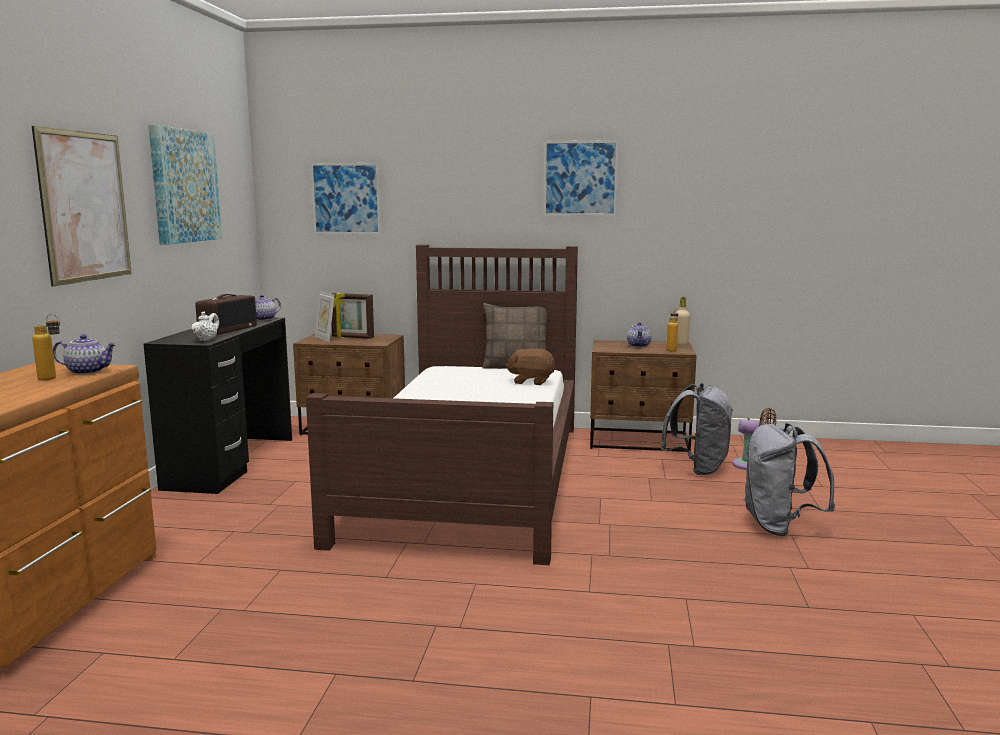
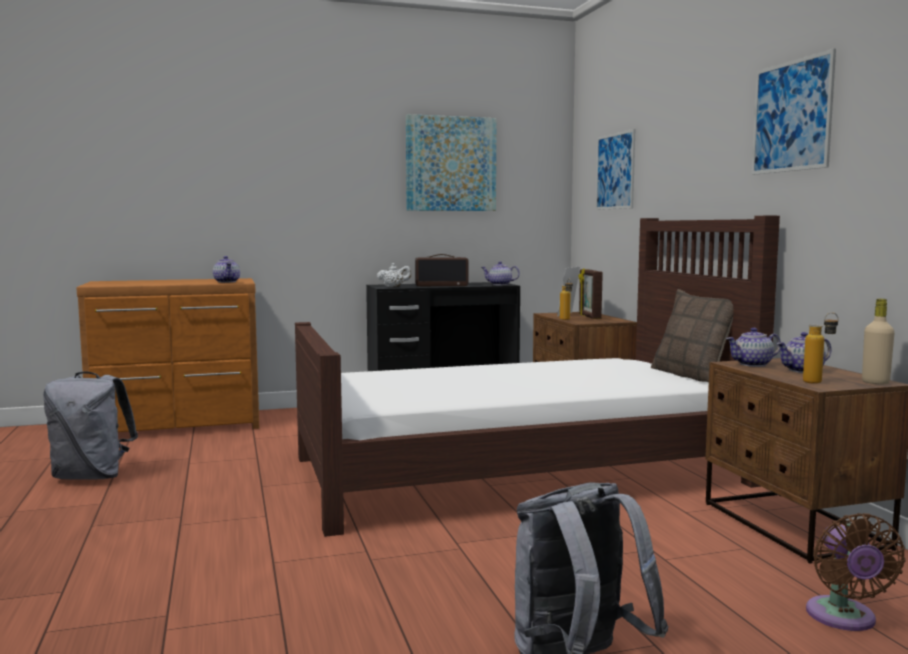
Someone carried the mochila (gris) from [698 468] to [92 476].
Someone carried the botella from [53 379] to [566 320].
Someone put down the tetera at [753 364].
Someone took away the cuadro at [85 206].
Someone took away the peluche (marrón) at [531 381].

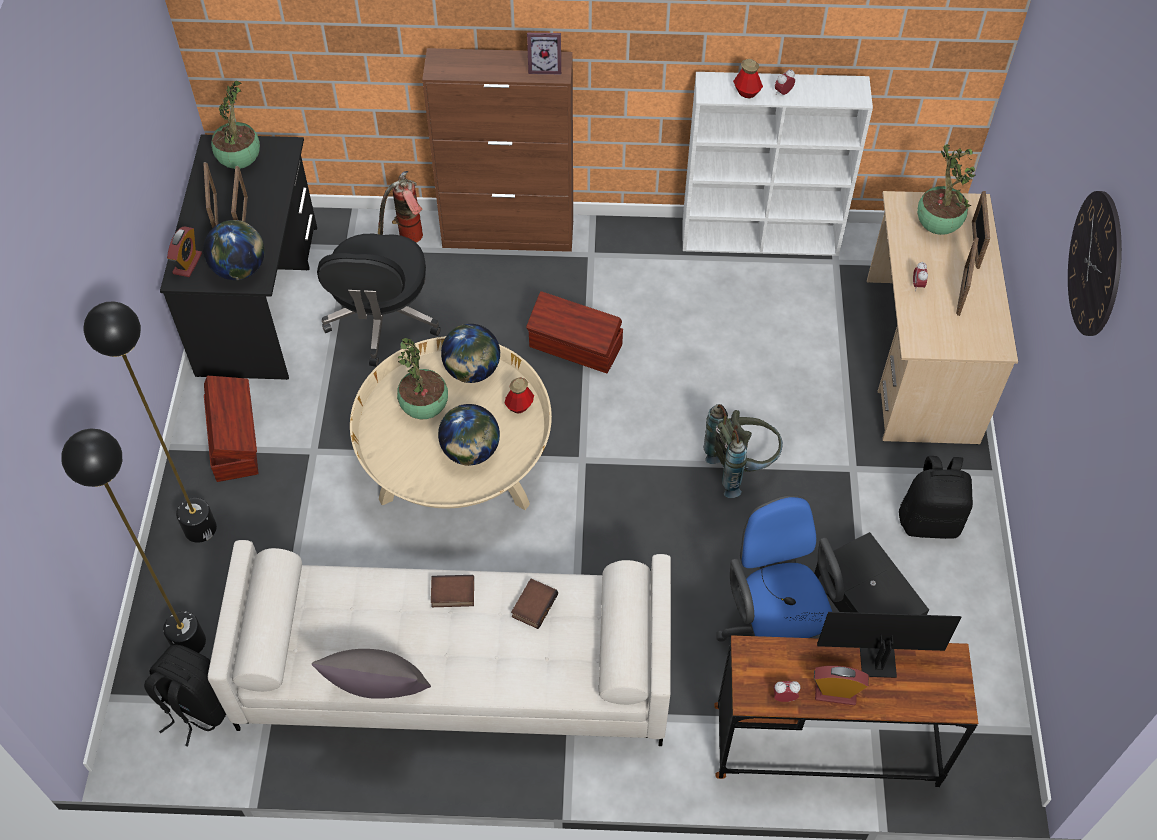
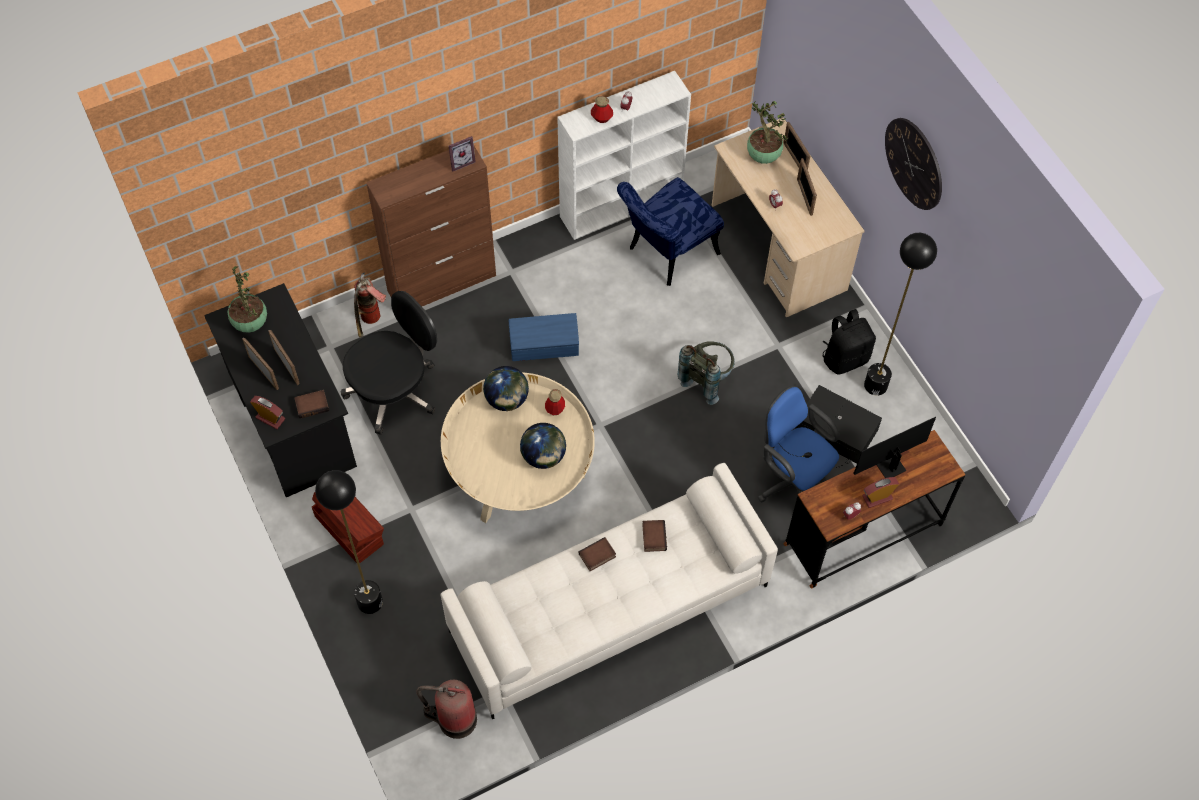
Someone rotated the despertador at [187 263] by 45 degrees counterclockwise.
Someone swapped the globo terráqueo at [240 270] for the libro at [312 405].
Someone rotated the silla de oficina (negro) at [383 320] by 105 degrees counterclockwise.
Someone swapped the mochila (negro) at [196 707] for the extintor at [454 719].
Someone repainted the caja de almacenaje (marrón) at [576 347], which became the caja de almacenaje (azul) at [545 346].
Someone put down the silla (azul) at [666 253].
Someone carried the lámpara de pie (negro) from [188 642] to [875 385].
Someone took away the cojín (gris) at [379 694].
Someone took away the planta en maceta at [425 409].

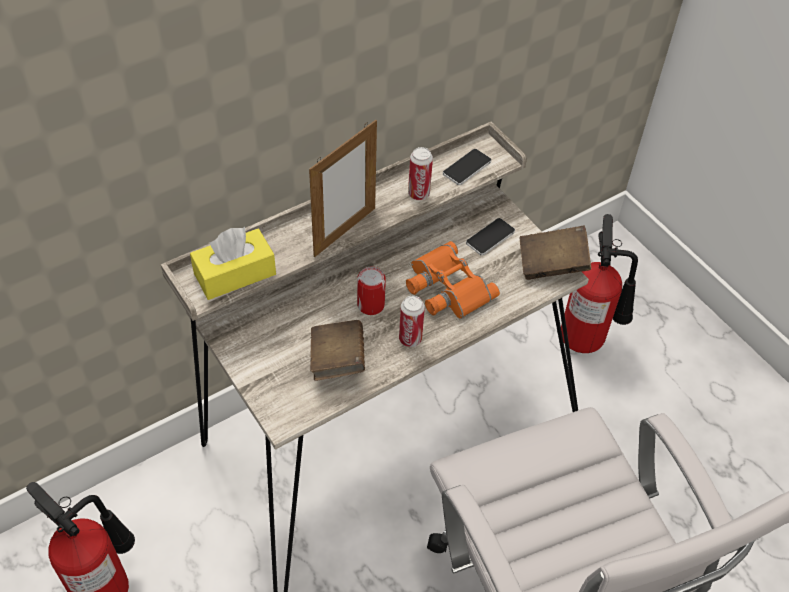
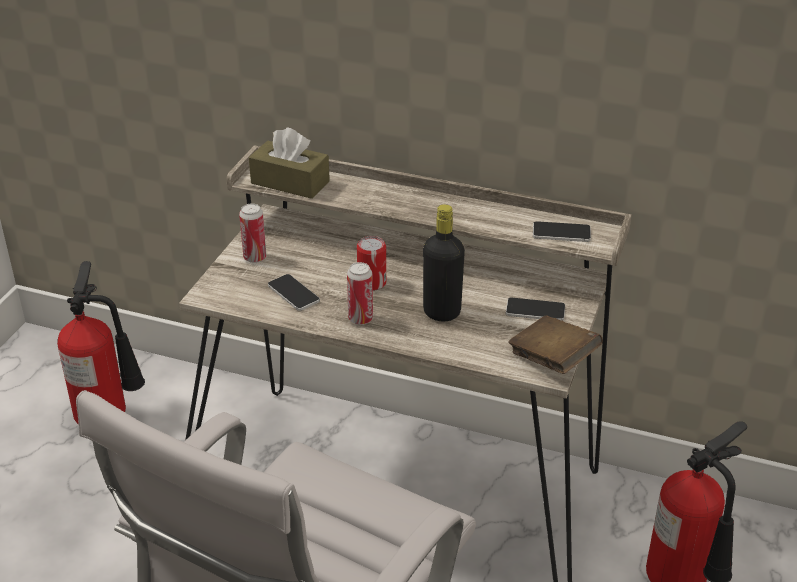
Someone carried the lata from [418 194] to [255 257].
Someone repainted the caja de pañuelos (amarillo) at [235 274], which became the caja de pañuelos (marrón) at [290 182].
Someone swapped the libro (marrón) at [337 361] for the móvil at [293 293].
Someone swapped the prismáticos (naranja) at [446 288] for the botella (negro) at [442 312].
Someone took away the portarretratos at [344 232].

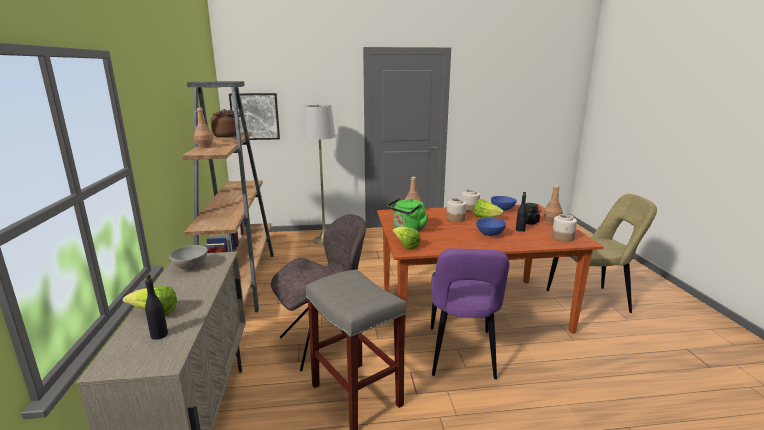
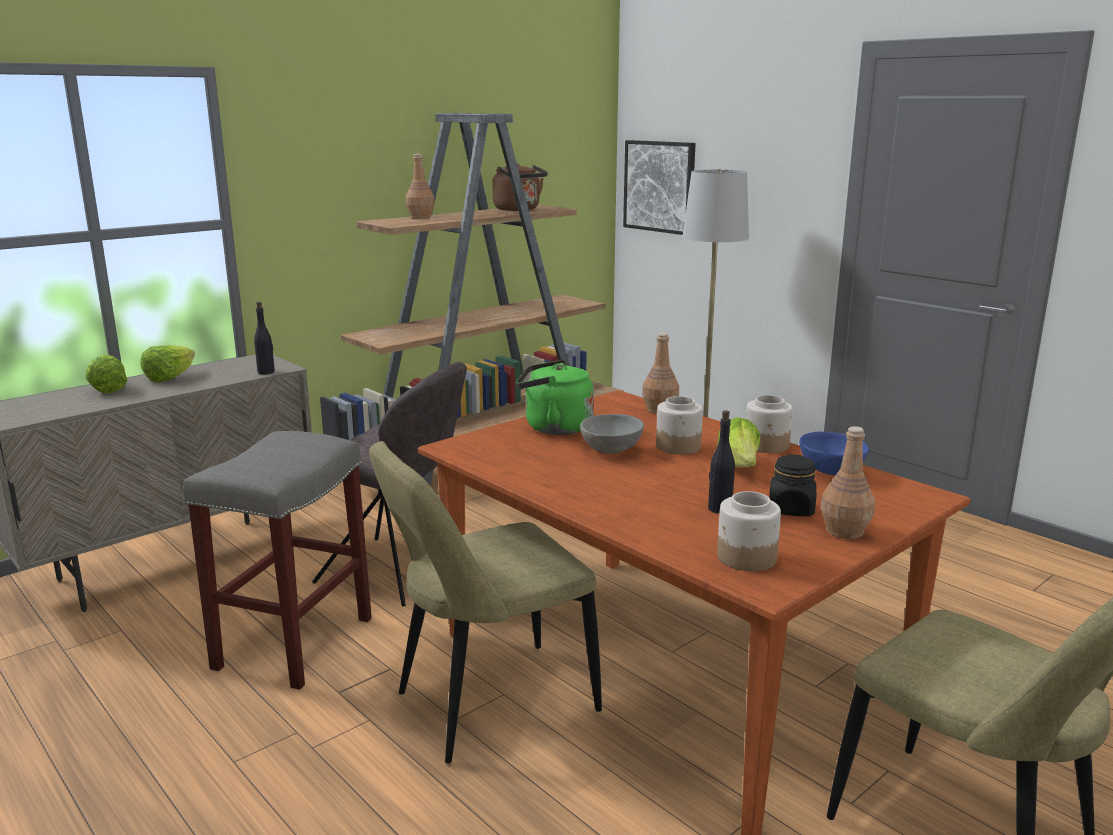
Someone carried the lechuga from [405 246] to [170 378].
Someone carried the botella (negro) from [159 335] to [266 372].
Someone repainted the silla (morado) at [461 355], which became the silla (beis) at [488 704].
Someone carried the cuenco (gris) from [191 267] to [612 451].
Someone took away the cuenco (azul) at [490 234].

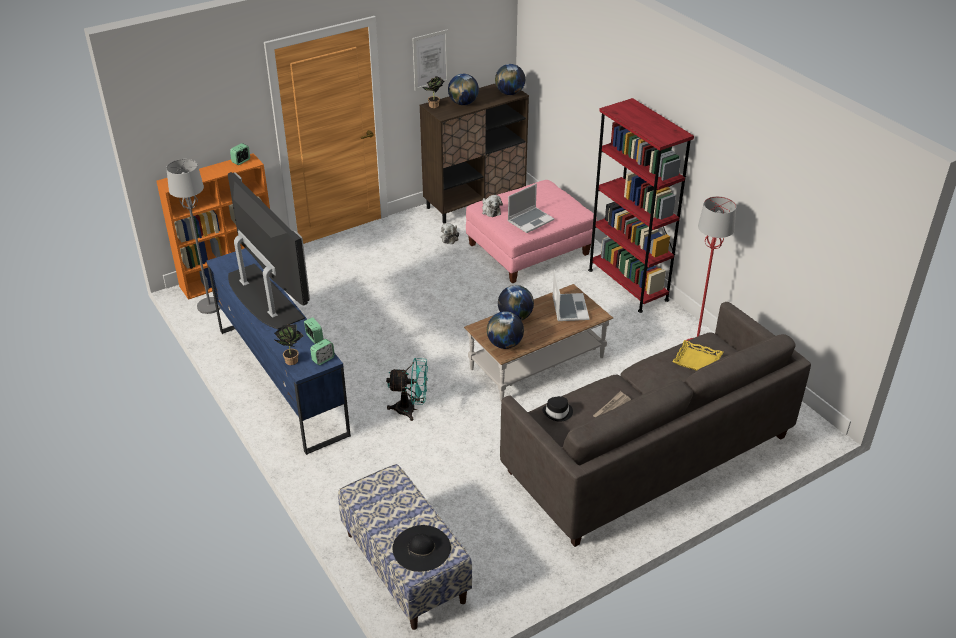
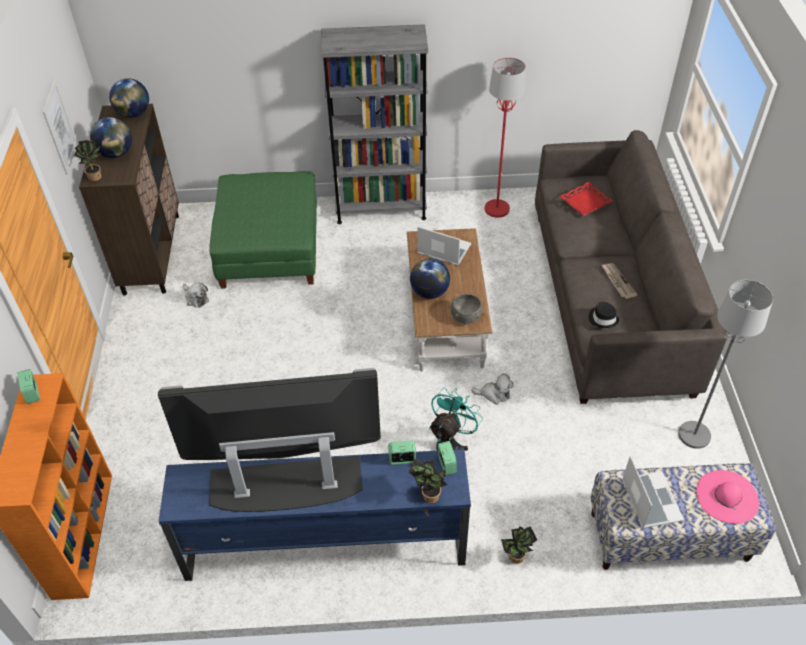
Someone repainted the puf (rosa) at [529 249], which became the puf (verde) at [269 248].
Someone repainted the estantería (rojo) at [627 285], which became the estantería (gris) at [381 209].
Someone swapped the globo terráqueo at [504 344] for the cuenco (gris) at [466 317].
Someone carried the peluche from [490 211] to [494 394].
Someone put down the planta en maceta at [516 559].
Someone repainted the bandeja (amarillo) at [697 360], which became the bandeja (rojo) at [585 202].
Someone carried the portátil from [530 220] to [650 500].
Someone carried the lámpara de pie (gris) from [209 306] to [694 435].
Someone repainted the sombrero (negro) at [421 548], which became the sombrero (rosa) at [727 496].

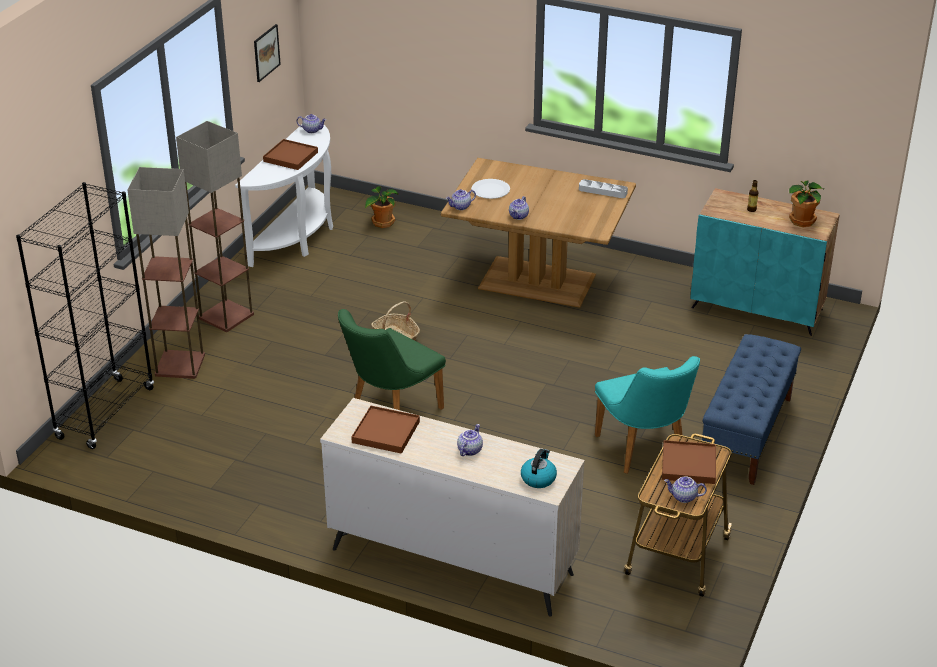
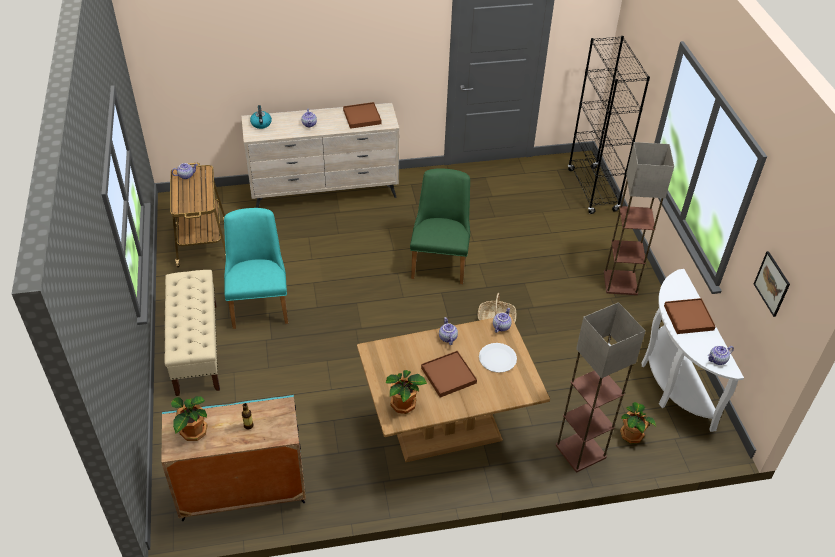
Someone repainted the banco (azul) at [746 434], which became the banco (beis) at [196 348].
Someone rotated the silla (turquesa) at [645 452] by 45 degrees clockwise.
Someone swapped the bandeja (gris) at [603 191] for the planta en maceta at [404 405].
Someone carried the bandeja (marrón) from [688 465] to [448 375].
Someone carried the lámpara de pie from [181 364] to [580 452].

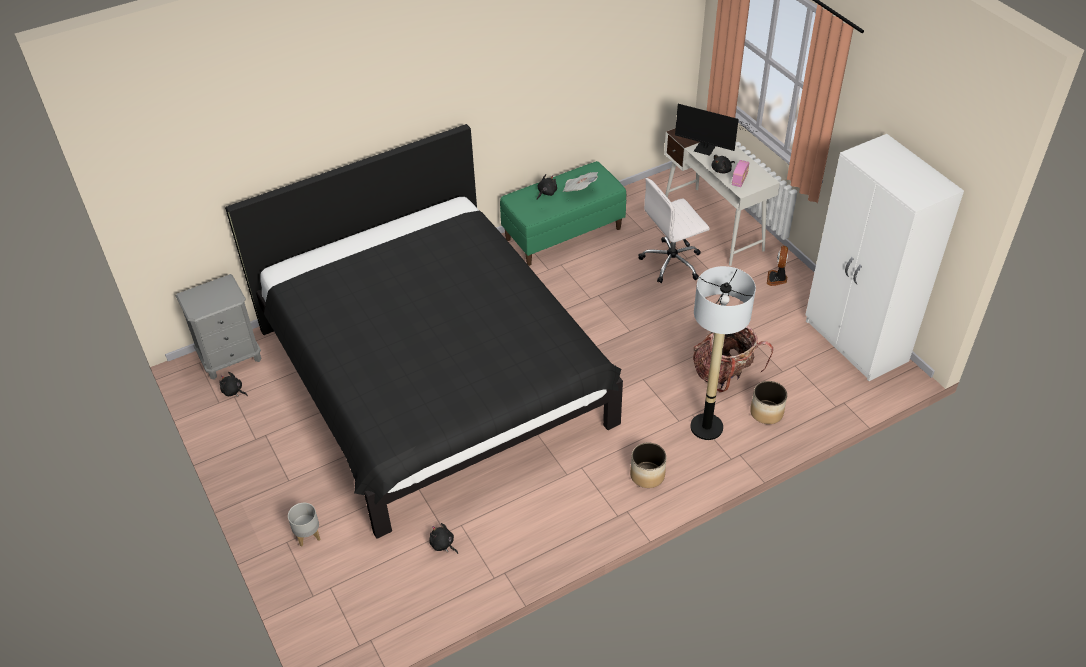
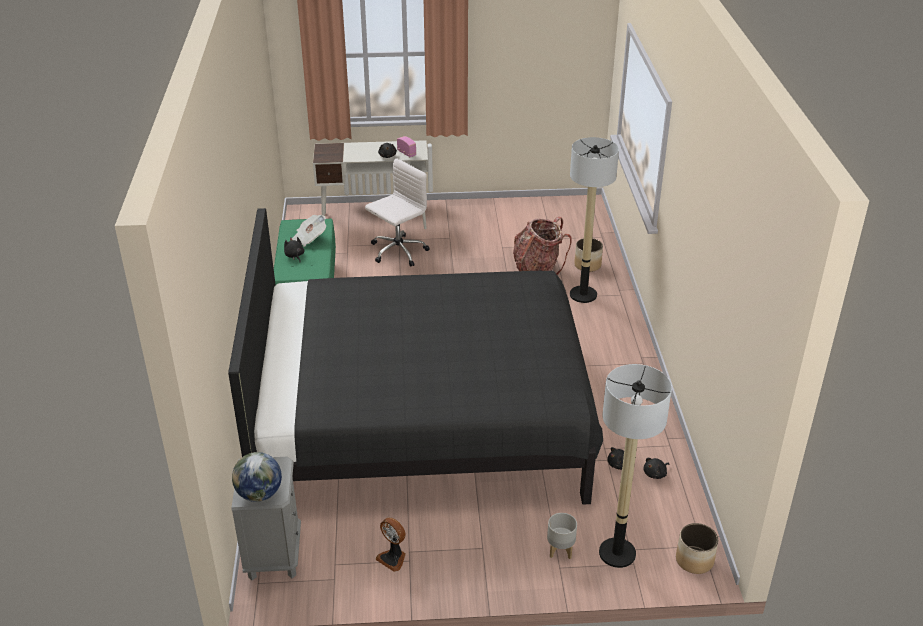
Someone put down the globo terráqueo at [259 494].
Someone rotated the silla de oficina (blanco) at [672 262] by 135 degrees counterclockwise.
Someone carried the ventilador from [777 279] to [393 558].
Someone put down the lámpara de pie at [617 553].
Someone carried the peluche (negro) from [233 391] to [655 474].
Someone carried the maceta from [647 475] to [694 561].
Someone took away the monitor at [707 150].
Someone took away the armario ropero (blanco) at [855 342].

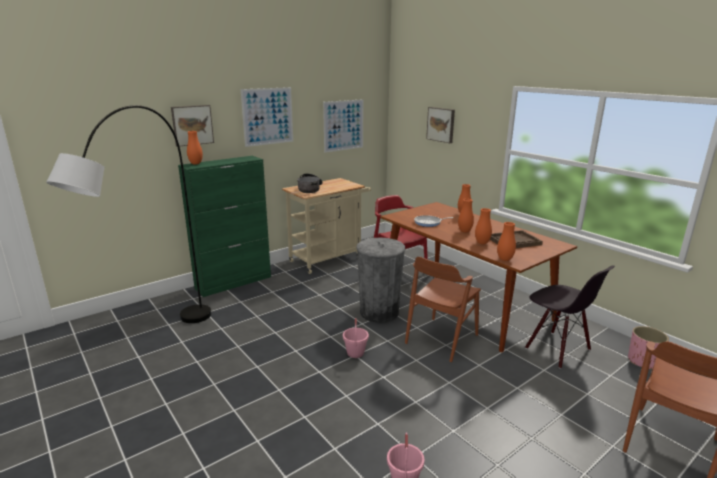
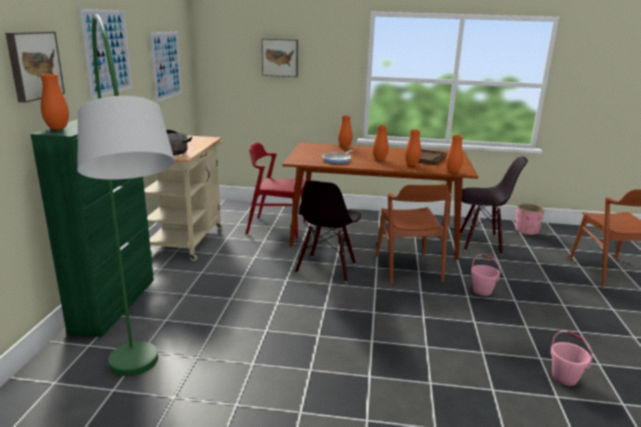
Someone repainted the lámpara de pie (gris) at [157 345], which became the lámpara de pie (verde) at [148 420].
Someone swapped the papelera (gris) at [379 312] for the silla (negro) at [326 268].
Someone carried the cubo (rosa) from [355 353] to [482 291].

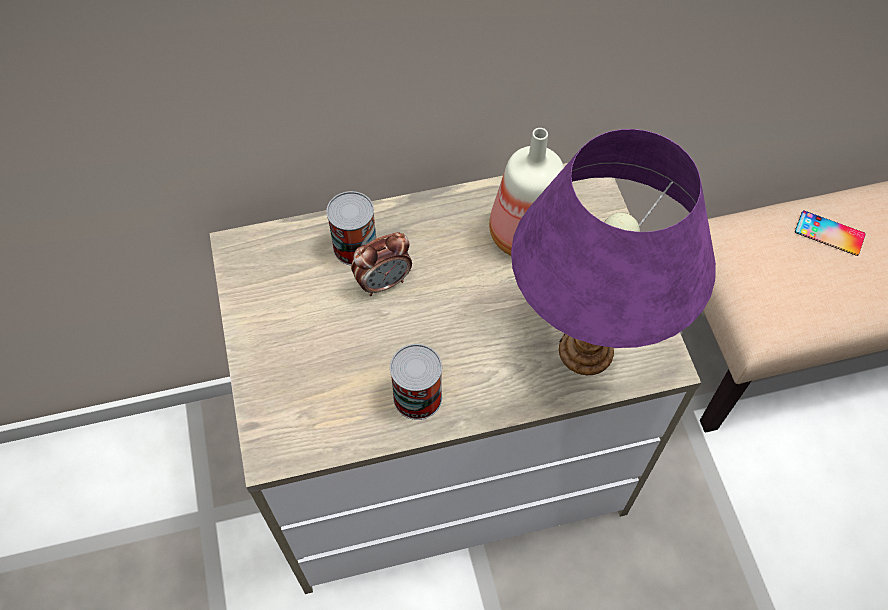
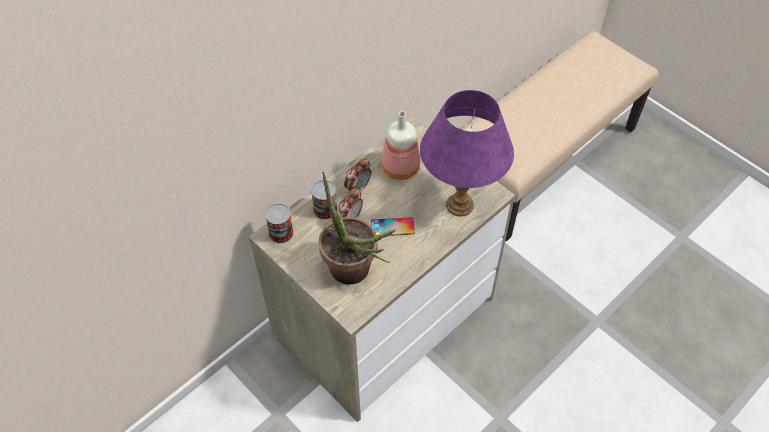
Someone carried the lata from [417 397] to [281 233].
Someone put down the planta en maceta at [355 274].
Someone put down the despertador at [358 188].
Someone carried the móvil from [829 233] to [392 227].

